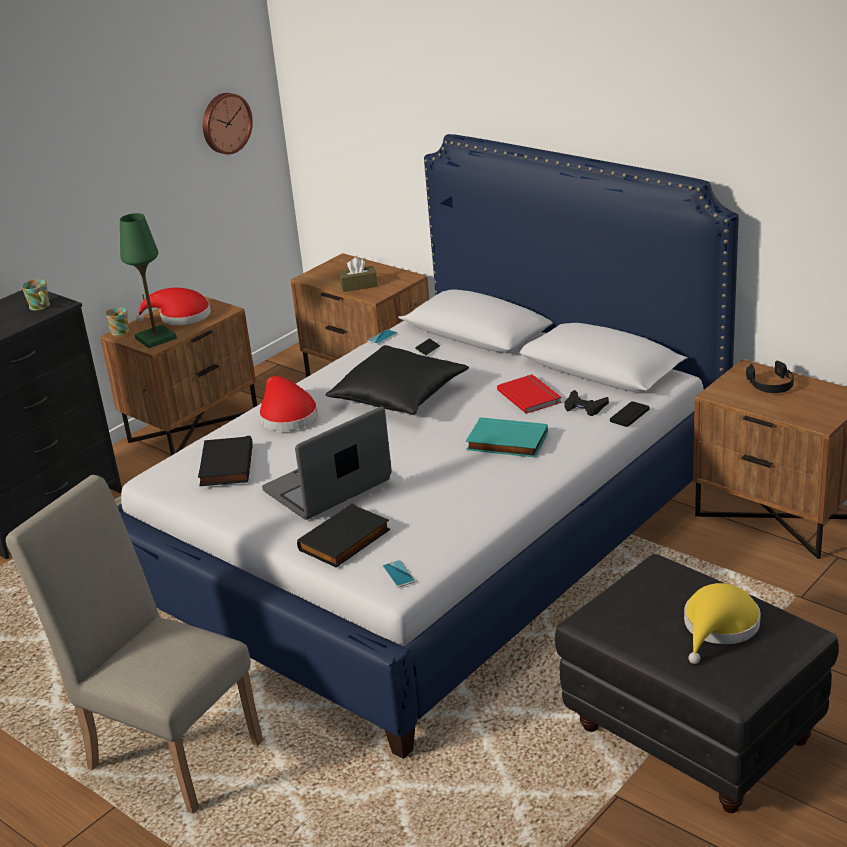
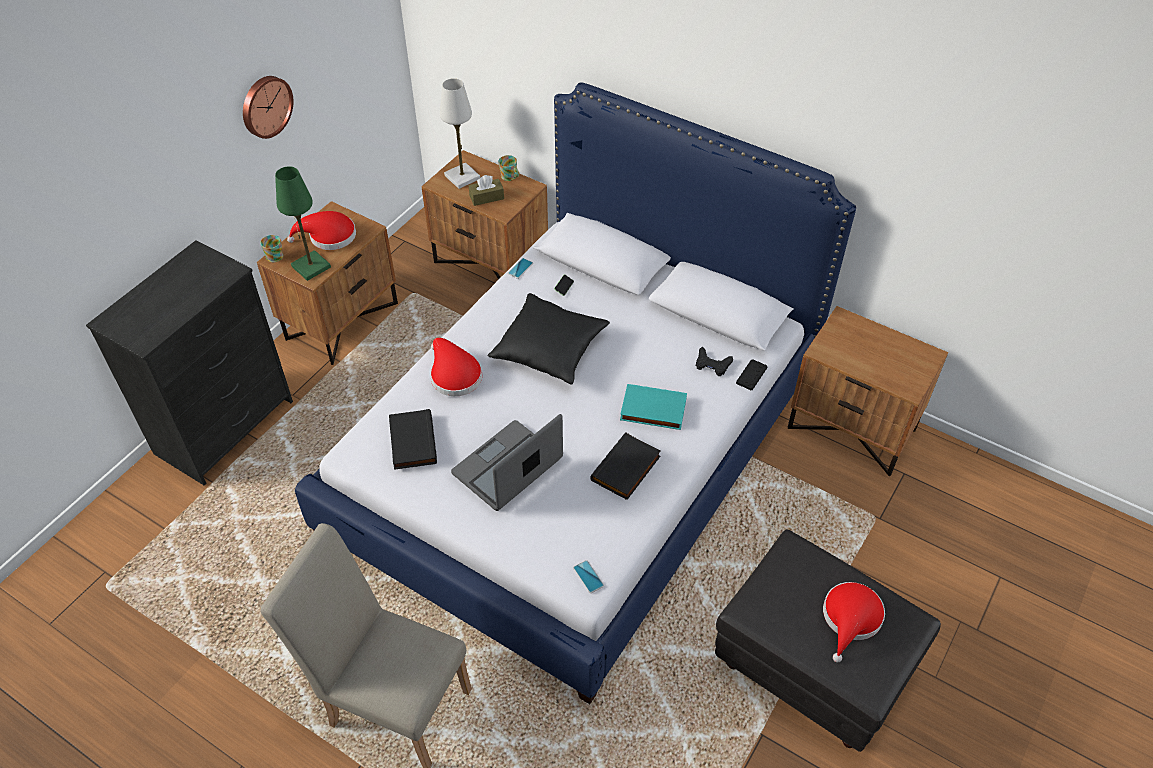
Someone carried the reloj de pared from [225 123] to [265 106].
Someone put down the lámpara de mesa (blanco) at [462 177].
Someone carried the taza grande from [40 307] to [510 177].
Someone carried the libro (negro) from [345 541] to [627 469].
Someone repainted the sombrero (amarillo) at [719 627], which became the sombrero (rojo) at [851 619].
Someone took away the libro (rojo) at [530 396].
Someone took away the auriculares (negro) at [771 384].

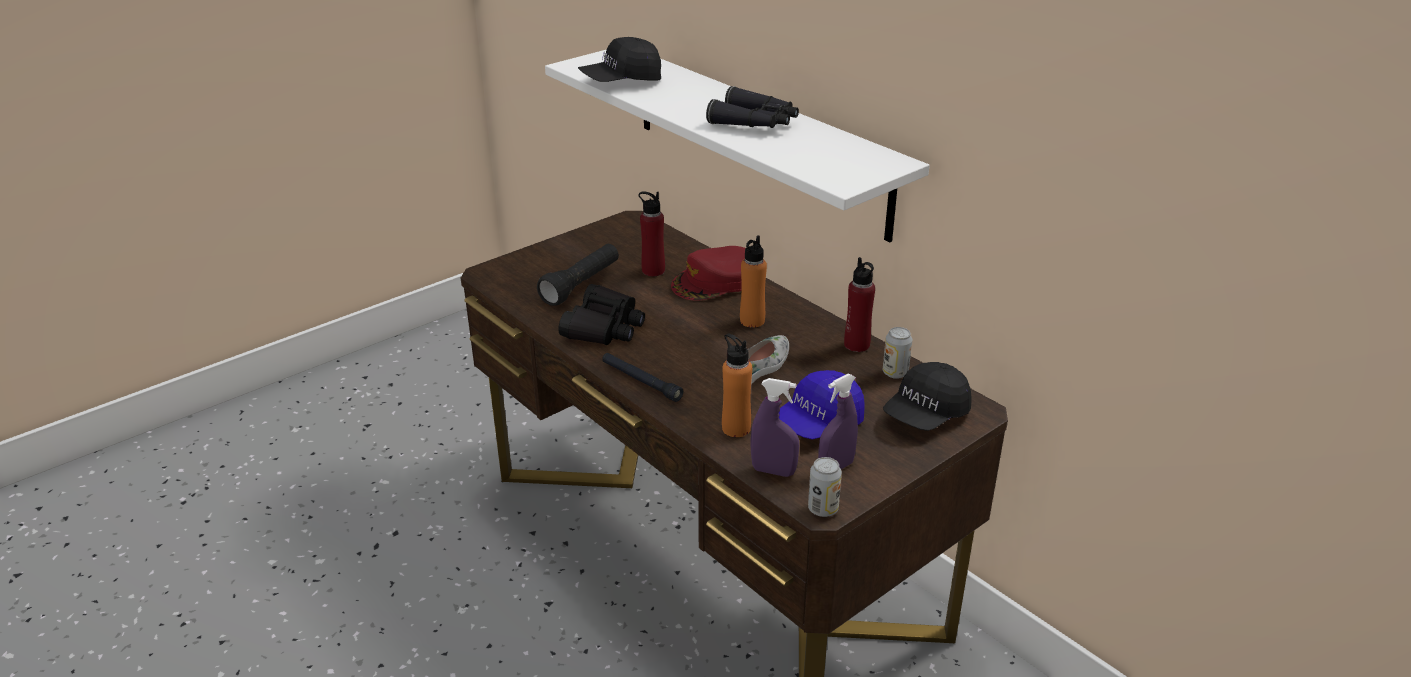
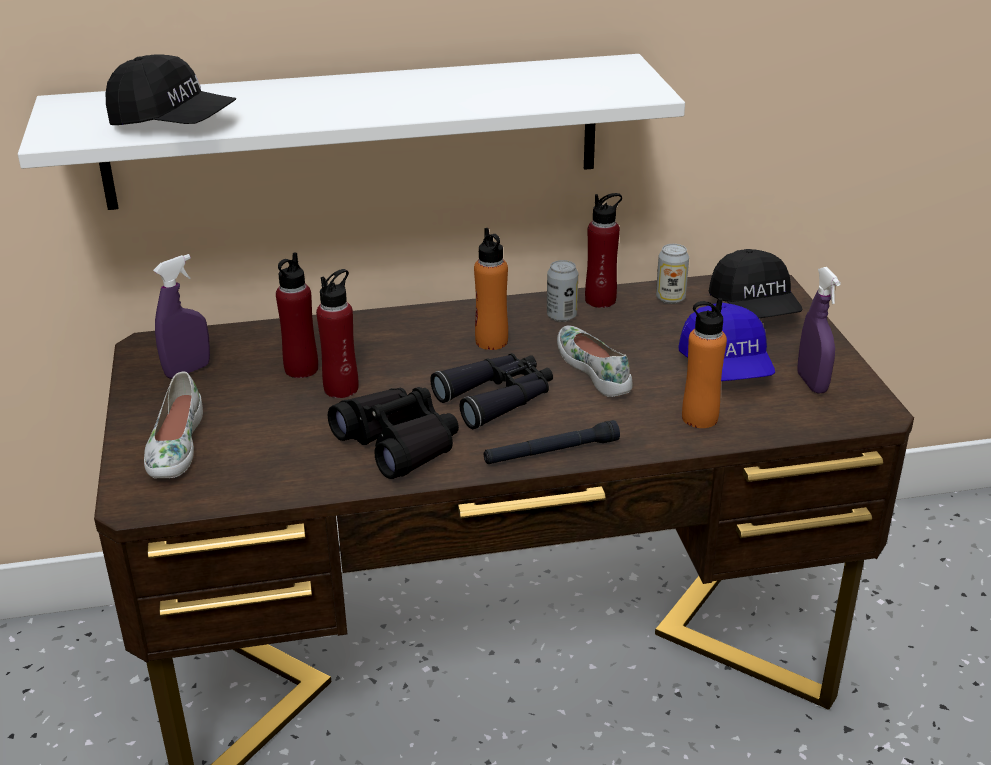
Someone rotated the gorra (negro) at [621 81] by 75 degrees counterclockwise.
Someone put down the zapato (blanco) at [174 445].
Someone carried the pulverizador (morado) from [773 471] to [188 370].
Someone put down the botella (rojo) at [341 388].
Someone carried the prismáticos (negro) from [755 122] to [497 398].
Someone carried the lata from [823 509] to [561 316].
Someone took away the linterna (negro) at [581 285].
Someone took away the gorra (rojo) at [714 282].

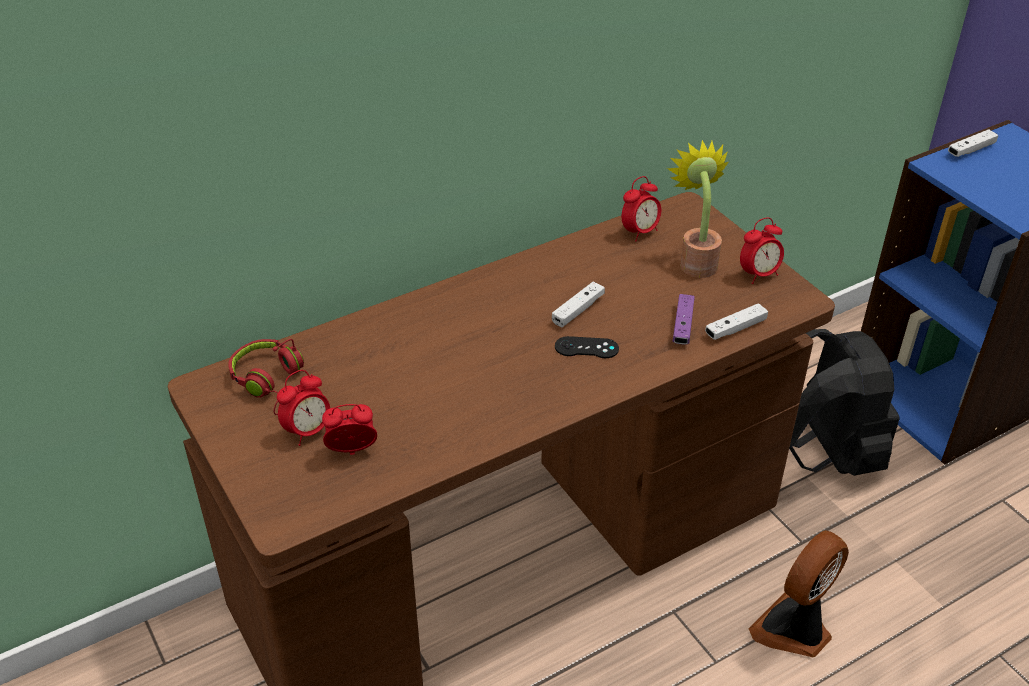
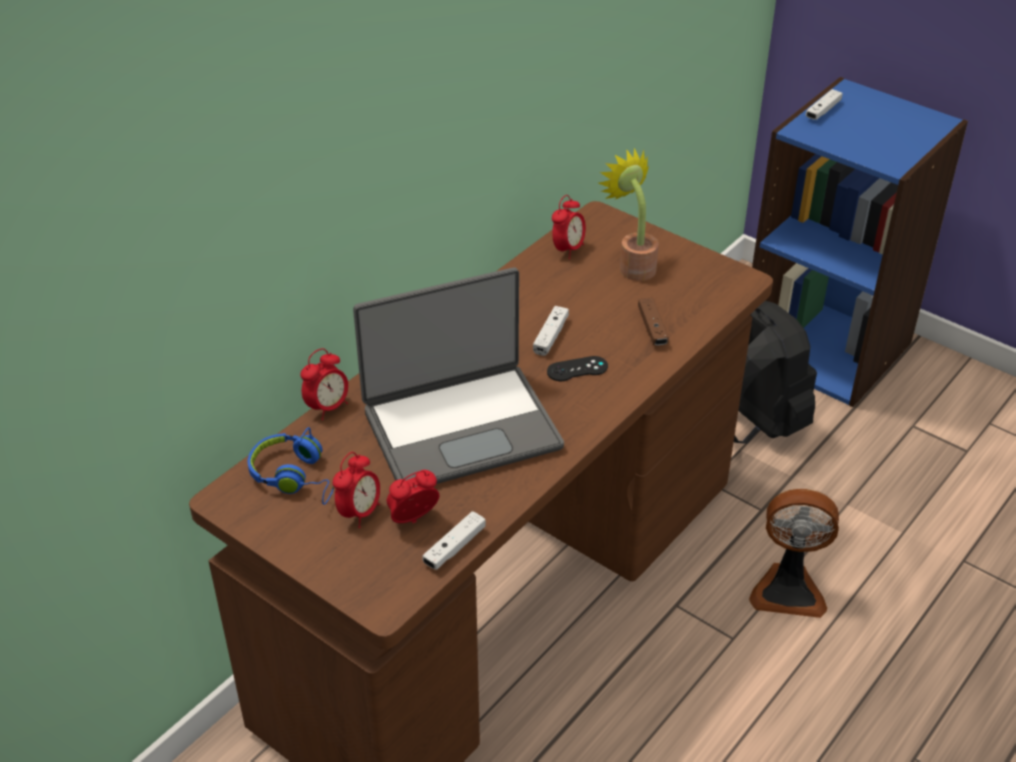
Someone repainted the auriculares (rojo) at [271 383], which became the auriculares (azul) at [296 477].
Someone carried the despertador from [758 274] to [327 407].
Someone put down the portátil at [461 427].
Someone carried the mando de consola (blanco) from [735 328] to [454 547].
Someone repainted the mando de consola (morado) at [682 326], which became the mando de consola (marrón) at [652 328].
Someone rotated the ventilador at [794 629] by 105 degrees counterclockwise.

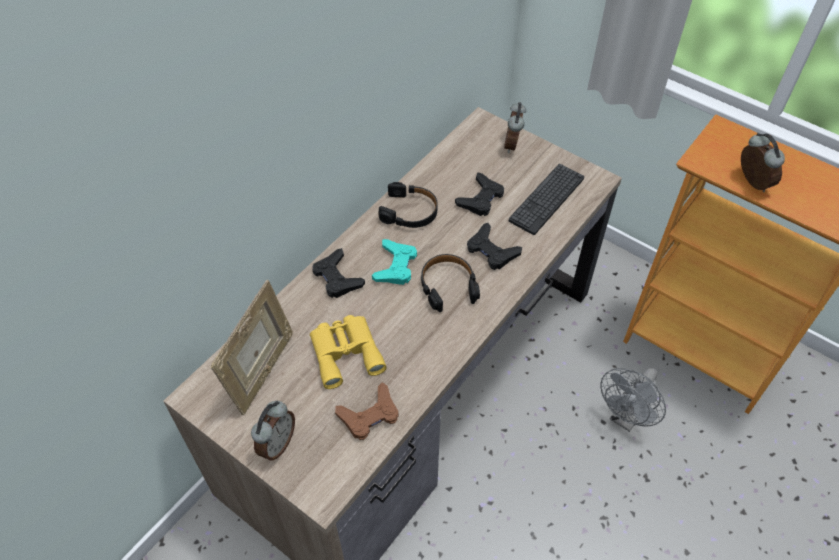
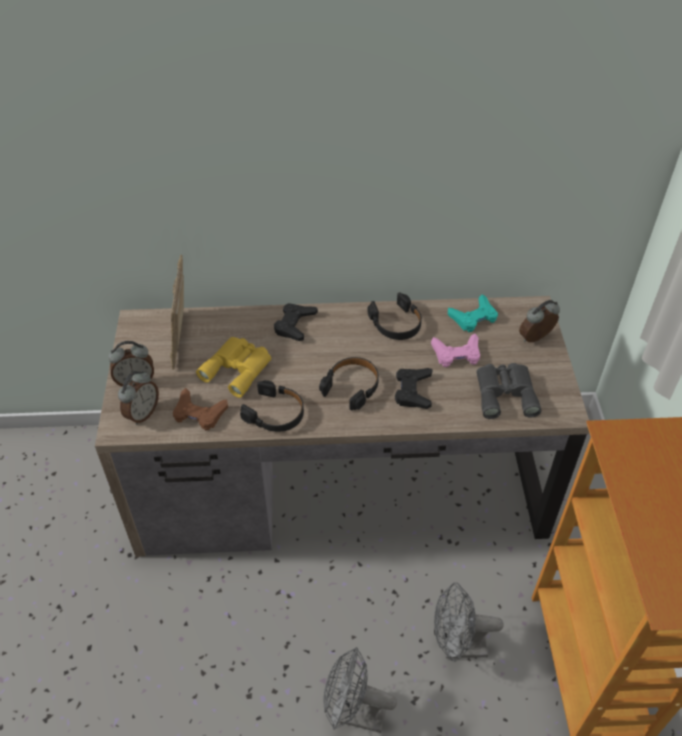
Someone carried the despertador from [751 183] to [142 413].
Someone rotated the portarretratos at [263 372] by 105 degrees clockwise.
Someone put down the auriculares (negro) at [275 413].
Someone put down the ventilador (gris) at [353 713].
Someone repainted the mando de consola (negro) at [481 199], which became the mando de consola (rosa) at [456 354].
Someone carried the mando de consola (turquesa) from [395 266] to [473 317].
Someone swapped the teclado at [547 199] for the prismáticos (gris) at [505 393].

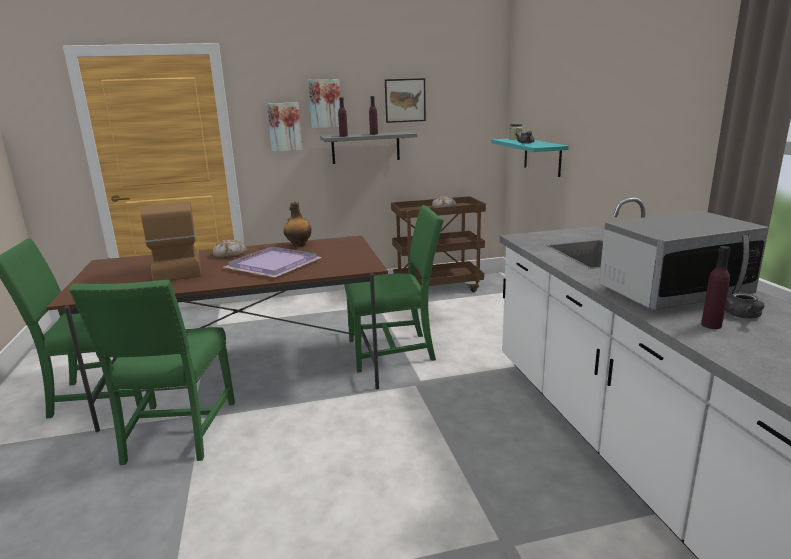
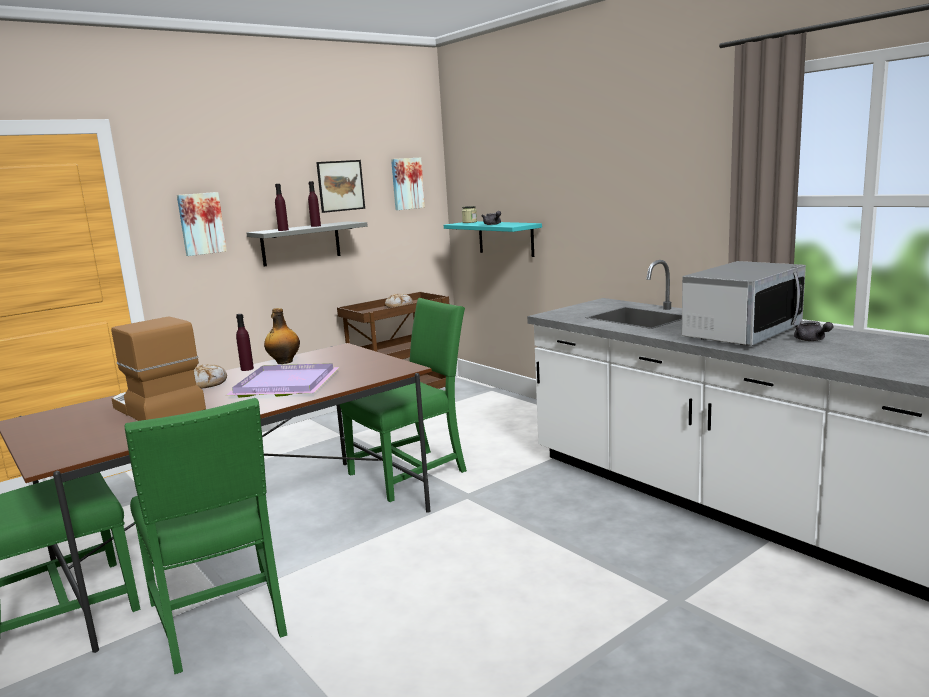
Someone carried the botella (morado) from [711 325] to [247 369].
Someone carried the cuadro from [325 103] to [406 183].

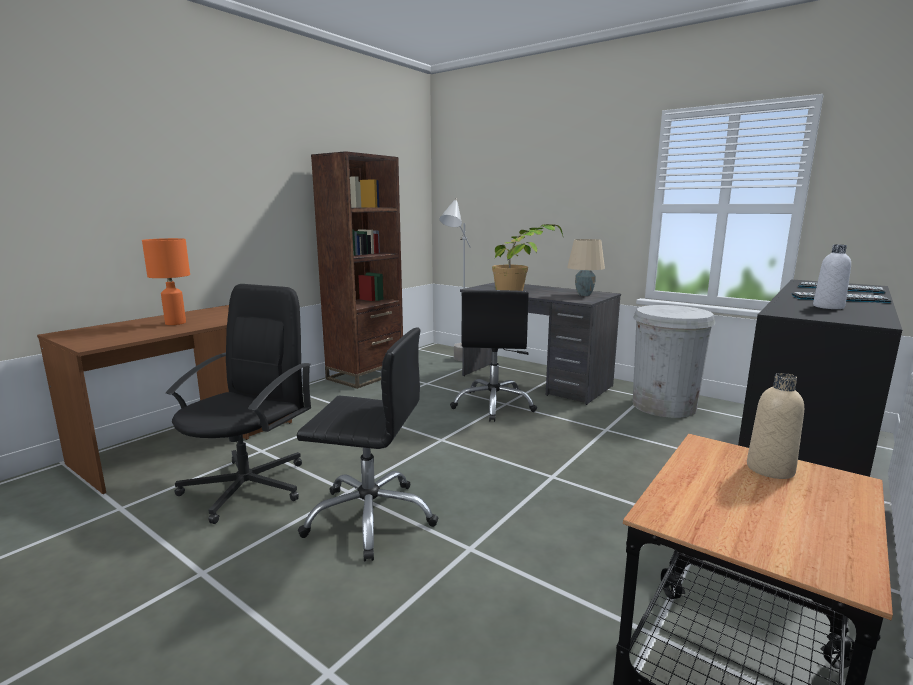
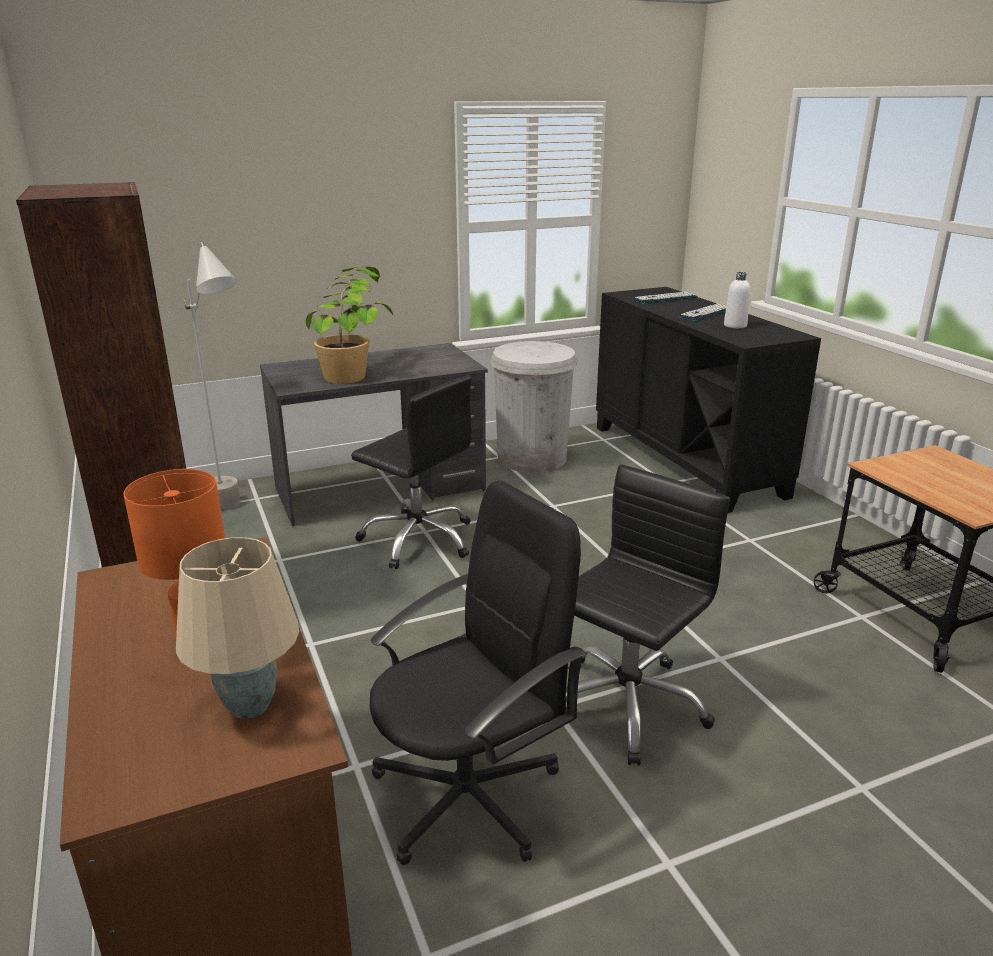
Someone carried the lámpara de mesa (beis) from [583 294] to [248 706].
Someone rotated the silla de oficina (negro) at [248 486] by 90 degrees clockwise.
Someone took away the botella (beis) at [770 469].

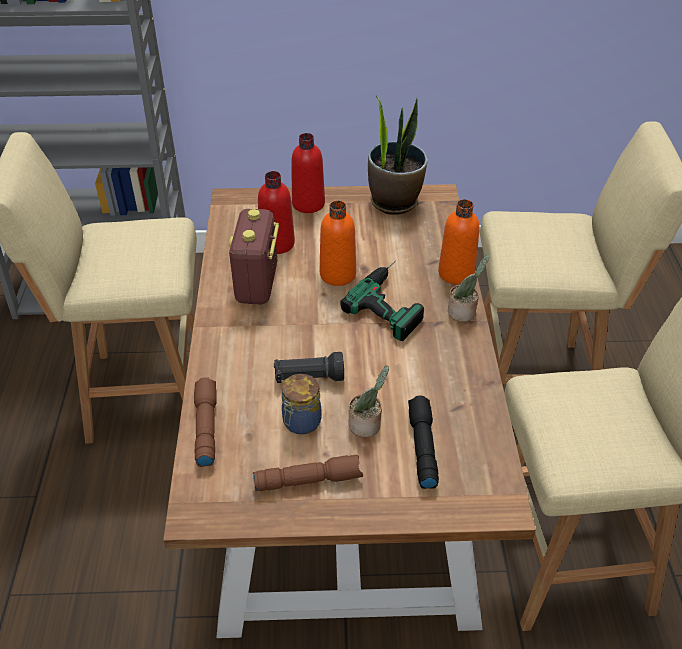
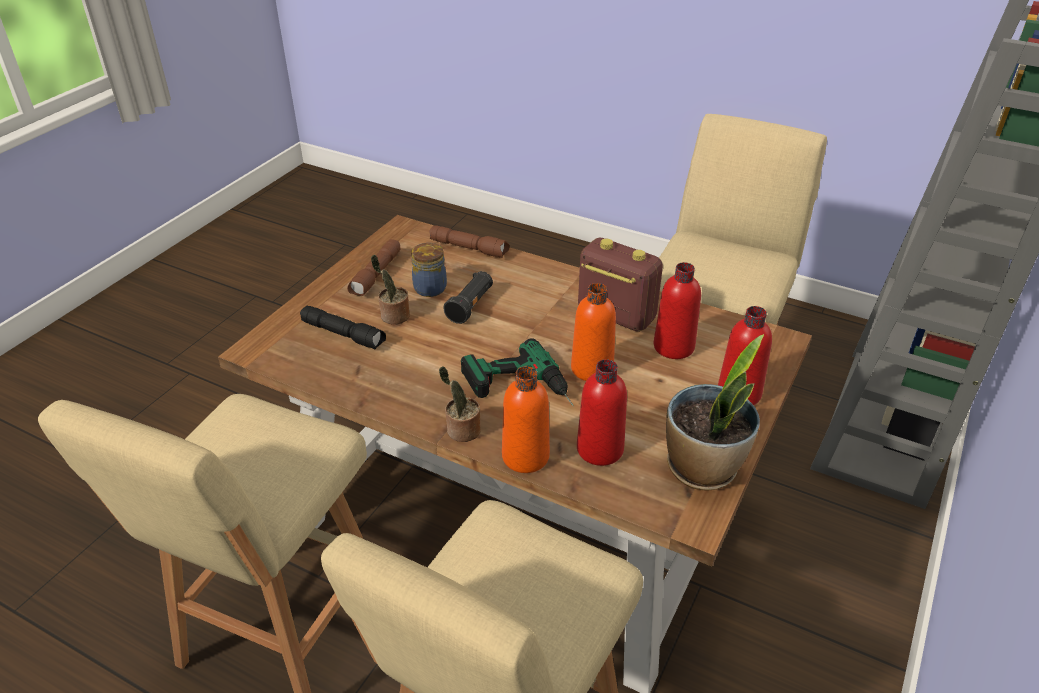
Someone put down the botella (rojo) at [600 449].

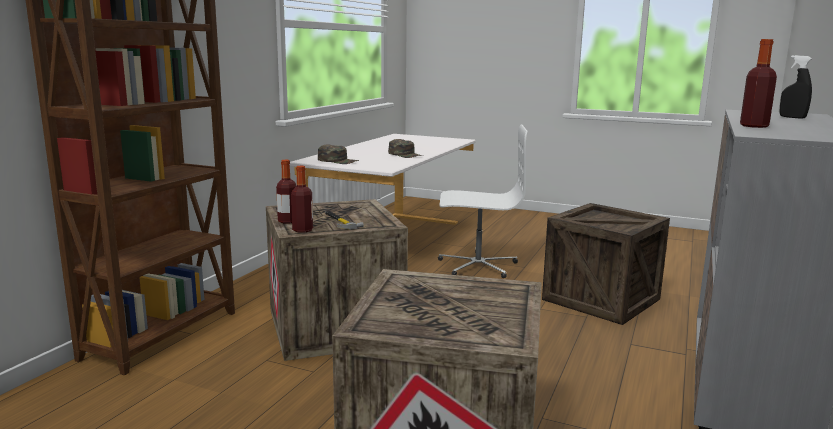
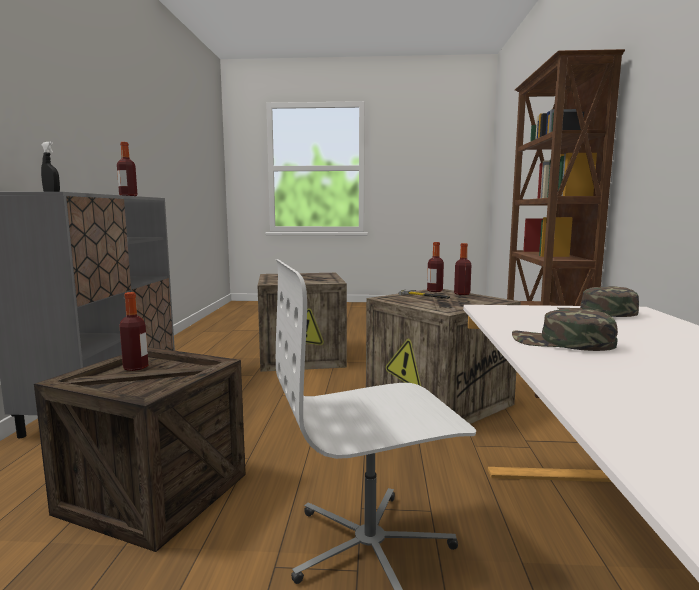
Someone put down the botella at [135 367].

